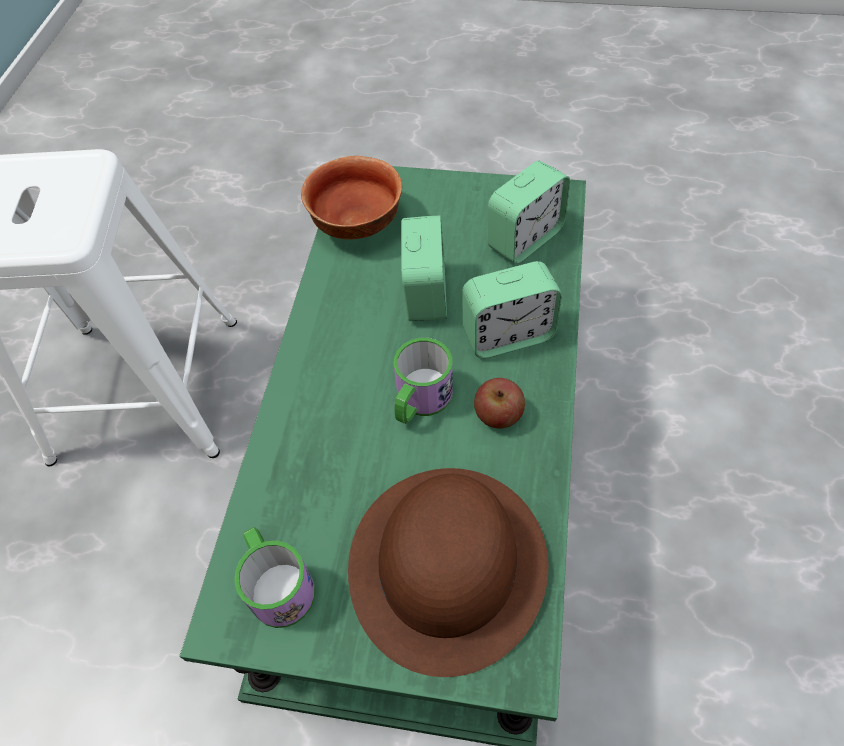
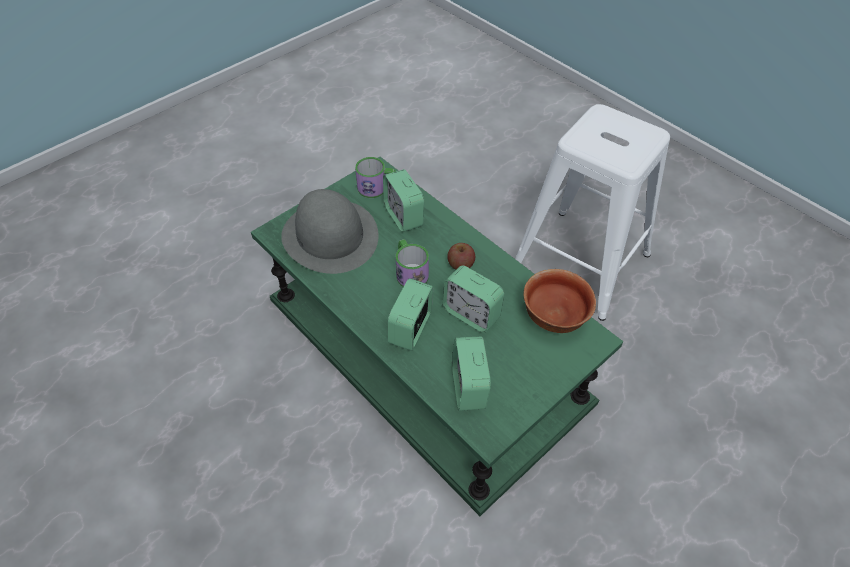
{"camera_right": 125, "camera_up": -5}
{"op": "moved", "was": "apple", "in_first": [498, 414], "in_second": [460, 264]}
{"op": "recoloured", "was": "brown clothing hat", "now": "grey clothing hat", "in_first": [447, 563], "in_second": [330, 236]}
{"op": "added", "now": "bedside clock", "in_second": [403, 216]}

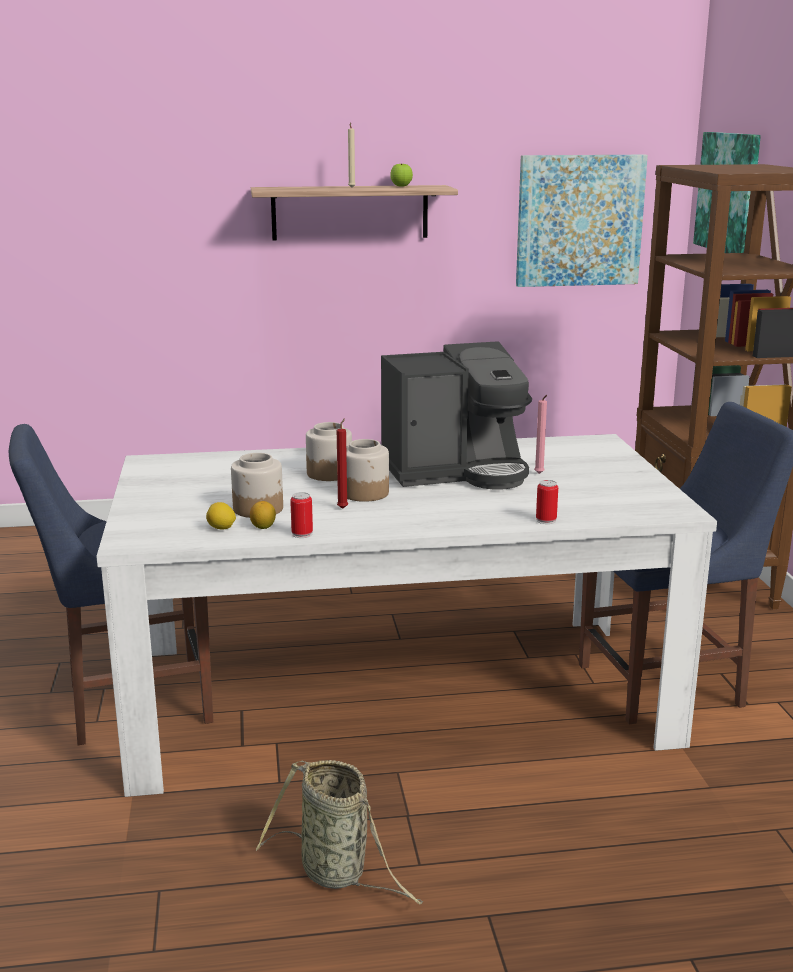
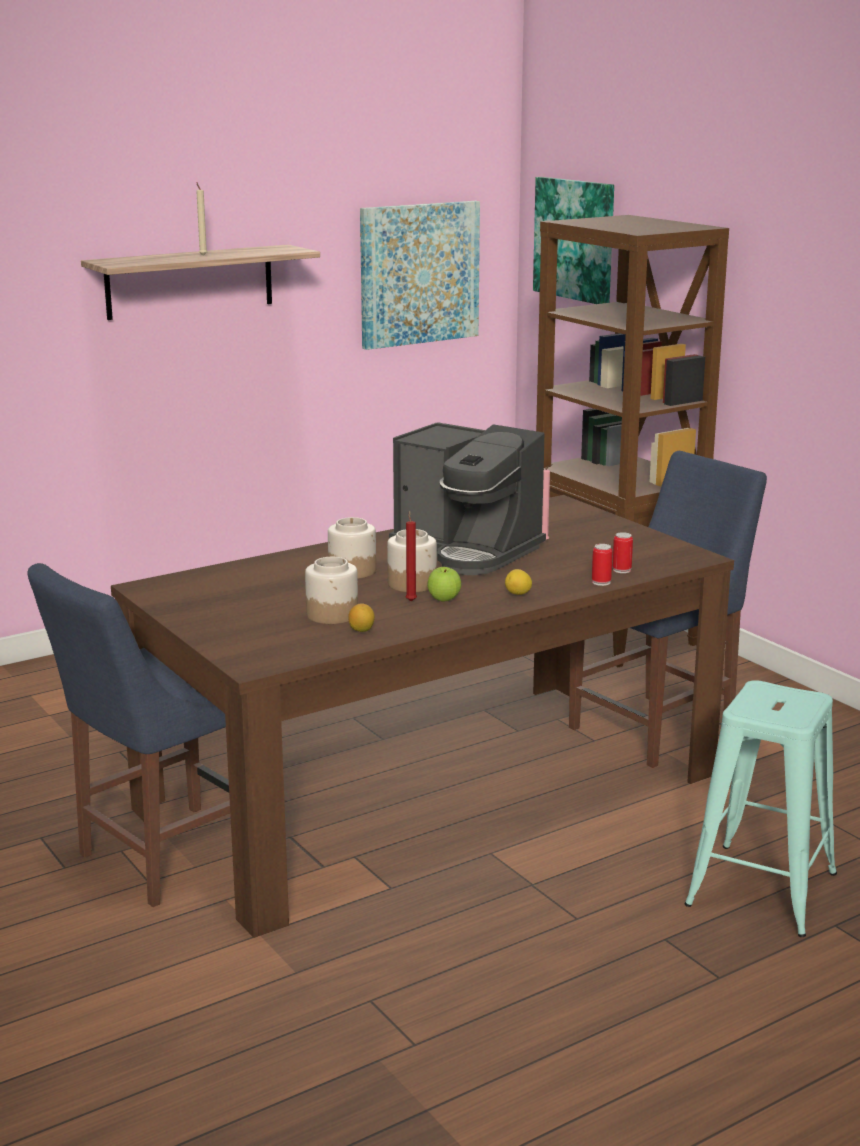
{"camera_right": -25, "camera_up": 0}
{"op": "moved", "was": "apple", "in_first": [401, 186], "in_second": [444, 599]}
{"op": "turned", "was": "coffee brewer", "in_first": [456, 471], "in_second": [467, 551], "clockwise": 75}
{"op": "recoloured", "was": "white-coloured kitchen table", "now": "brown kitchen table", "in_first": [396, 697], "in_second": [430, 791]}
{"op": "moved", "was": "metal can", "in_first": [302, 534], "in_second": [621, 570]}
{"op": "moved", "was": "lemon", "in_first": [221, 528], "in_second": [518, 594]}
{"op": "removed", "was": "basket", "in_first": [338, 873]}
{"op": "added", "now": "turquoise sitting stool", "in_second": [761, 889]}

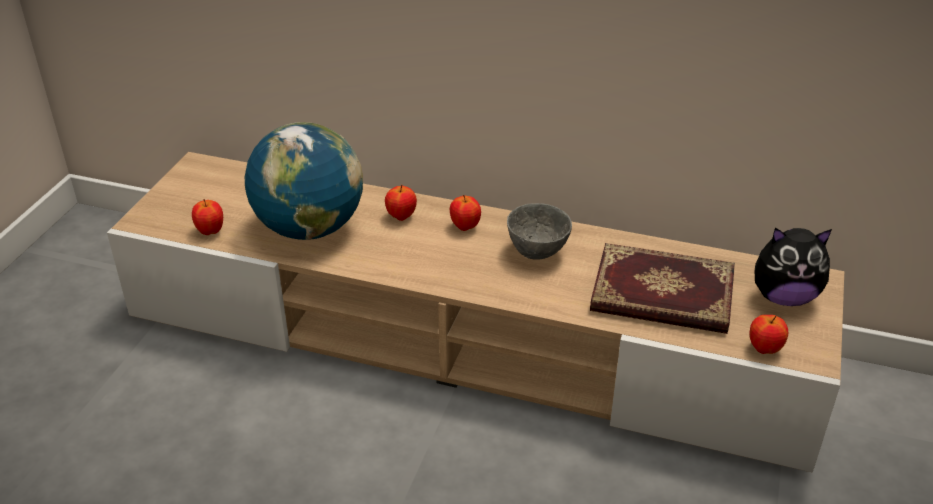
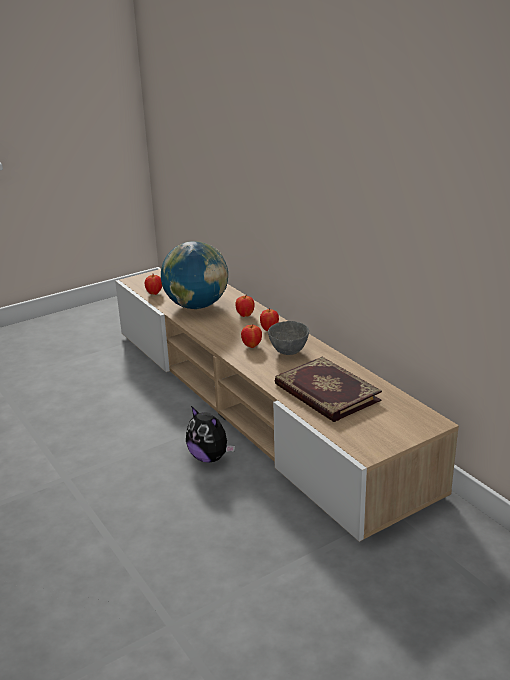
{"camera_right": 40, "camera_up": -10}
{"op": "moved", "was": "cuddly toy", "in_first": [783, 297], "in_second": [210, 457]}
{"op": "moved", "was": "apple", "in_first": [764, 349], "in_second": [251, 346]}

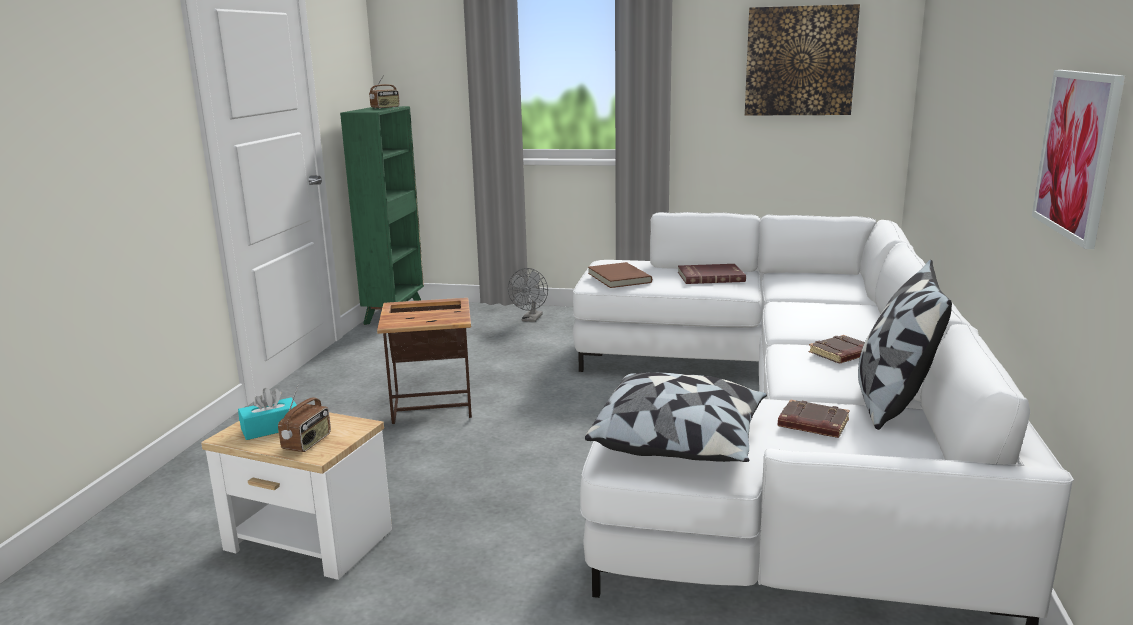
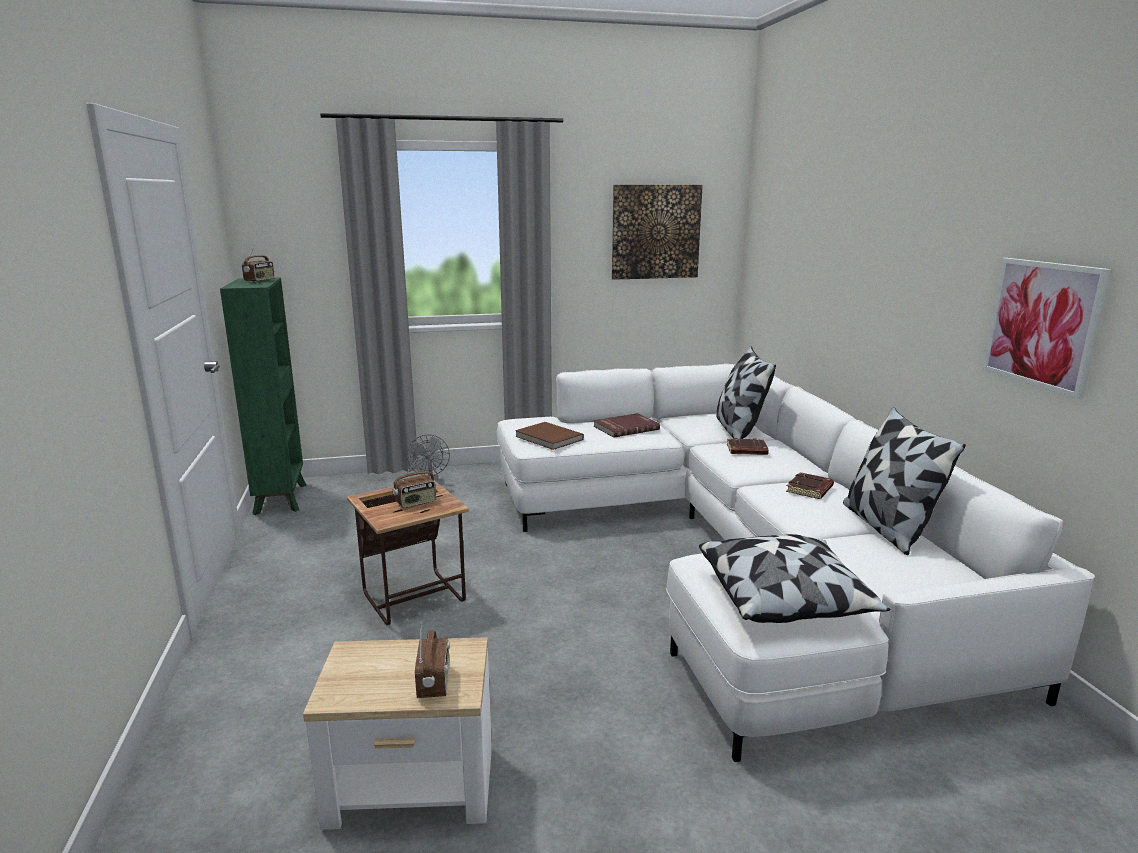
{"camera_right": -25, "camera_up": 0}
{"op": "removed", "was": "turquoise tissue box", "in_first": [271, 428]}
{"op": "moved", "was": "brown volume", "in_first": [812, 424], "in_second": [746, 450]}
{"op": "added", "now": "throw pillow", "in_second": [738, 430]}
{"op": "added", "now": "radio receiver", "in_second": [416, 503]}

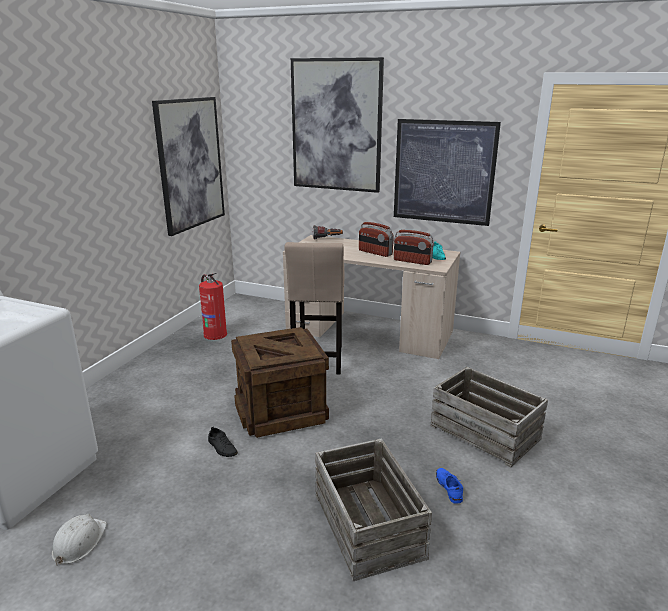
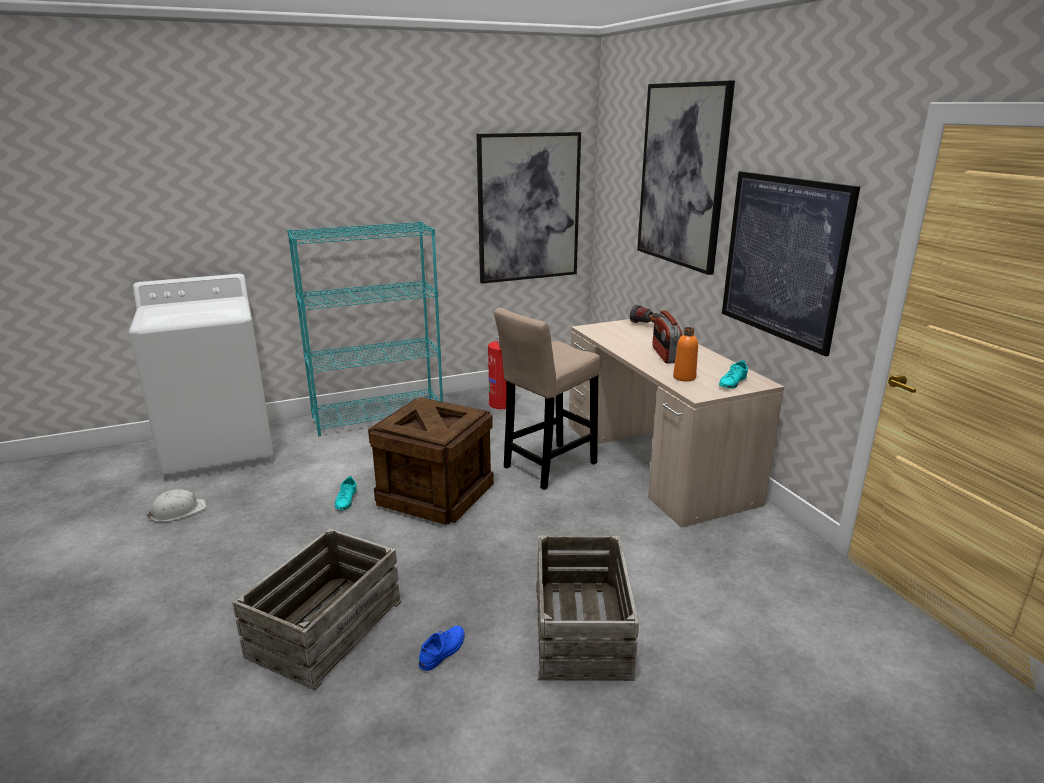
{"camera_right": 45, "camera_up": 0}
{"op": "replaced", "was": "radio receiver", "now": "orangey drink bottle", "in_first": [412, 261], "in_second": [684, 377]}
{"op": "recoloured", "was": "black-coloured item of footwear", "now": "turquoise item of footwear", "in_first": [222, 448], "in_second": [346, 500]}
{"op": "added", "now": "turquoise bookshelf", "in_second": [379, 416]}

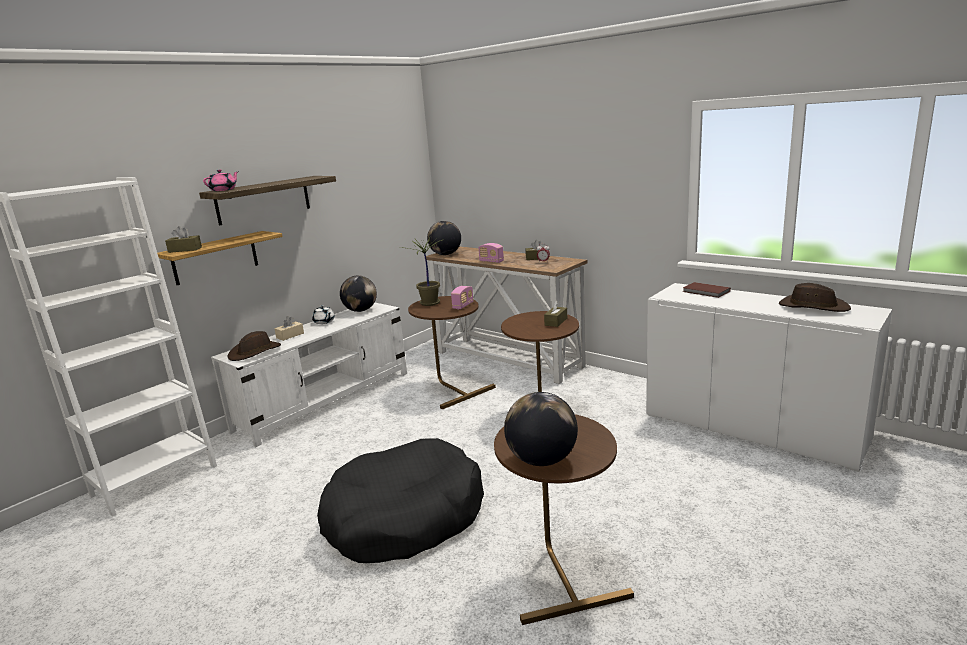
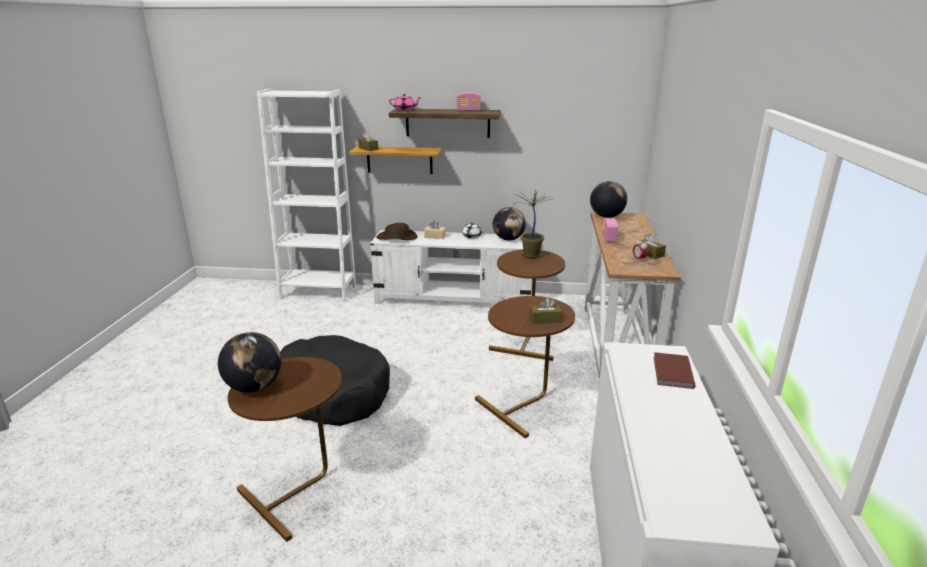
{"camera_right": 55, "camera_up": 5}
{"op": "removed", "was": "brown clothing hat", "in_first": [813, 307]}
{"op": "moved", "was": "radio receiver", "in_first": [463, 306], "in_second": [468, 110]}

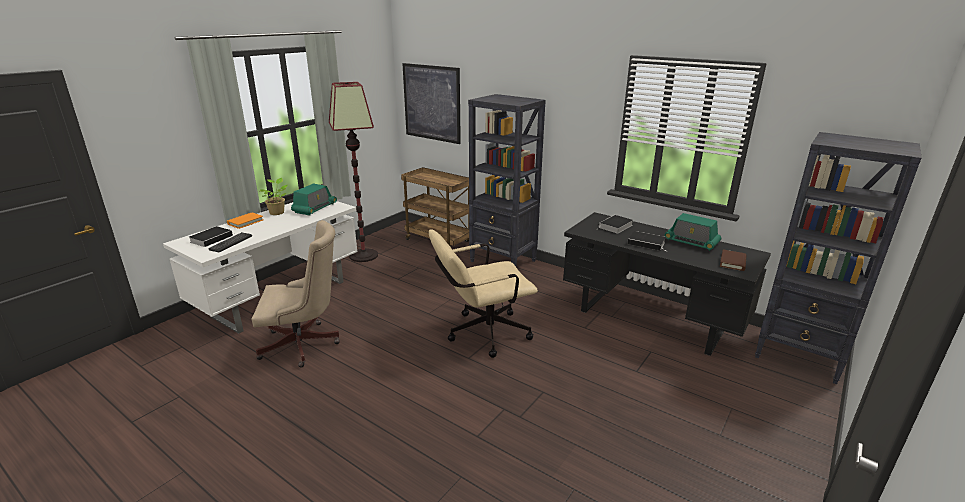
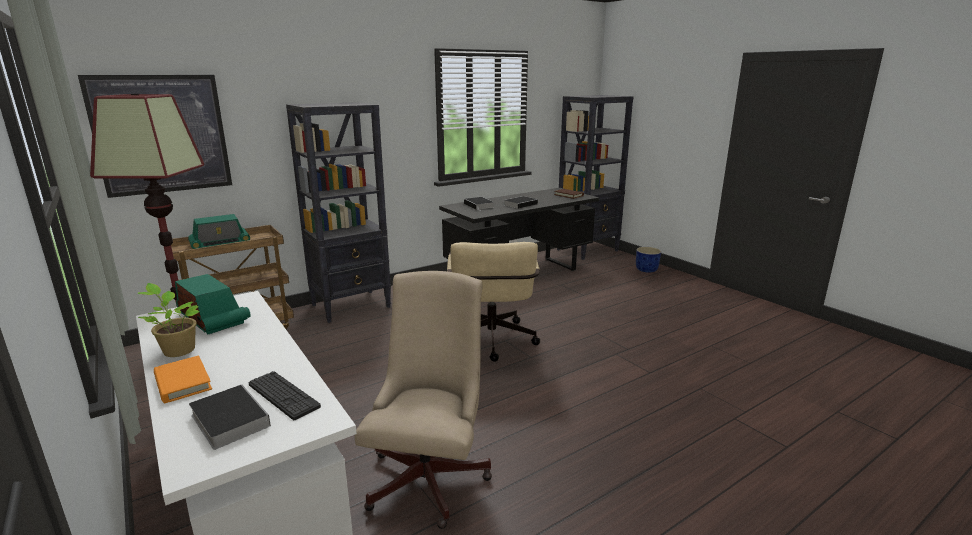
{"camera_right": -70, "camera_up": -5}
{"op": "moved", "was": "radio receiver", "in_first": [691, 242], "in_second": [220, 244]}
{"op": "added", "now": "blue flower pot", "in_second": [646, 270]}

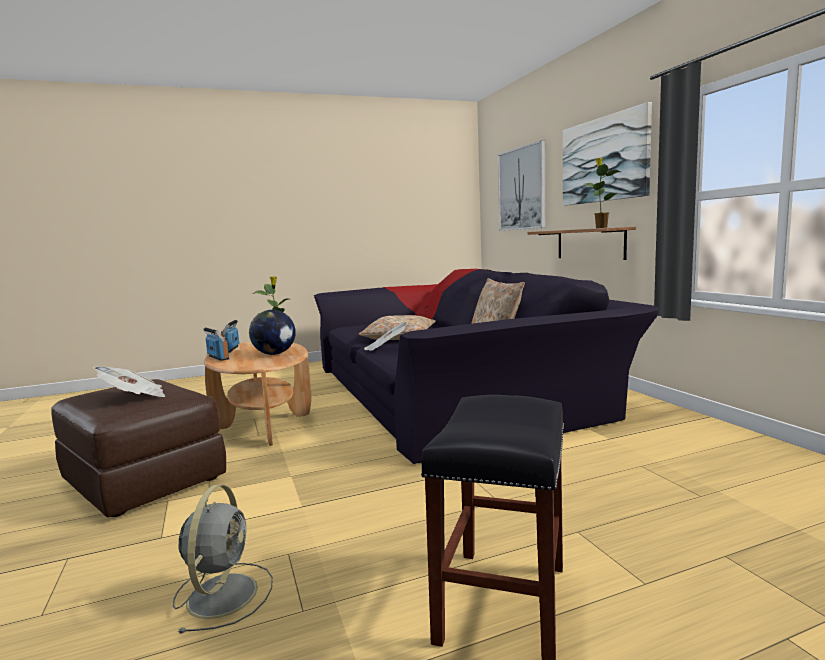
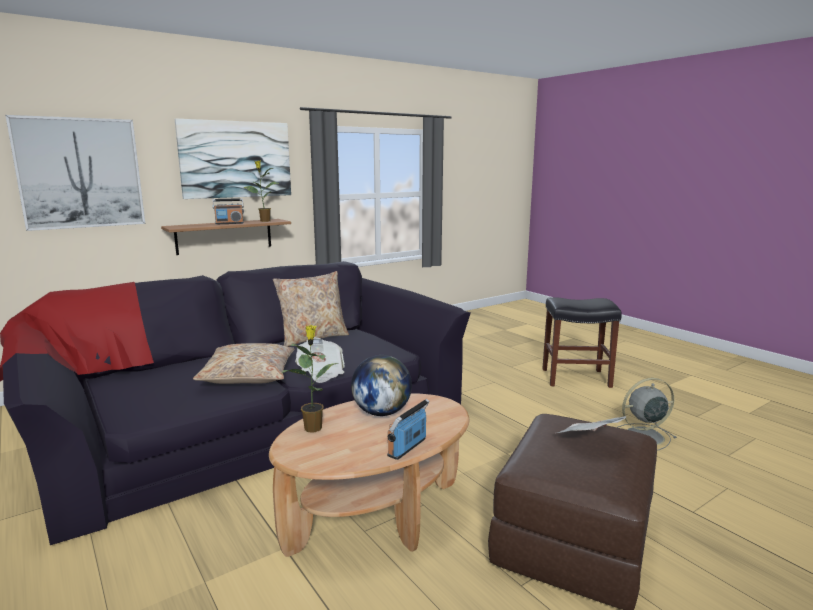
{"camera_right": -105, "camera_up": 5}
{"op": "moved", "was": "radio receiver", "in_first": [230, 349], "in_second": [229, 223]}

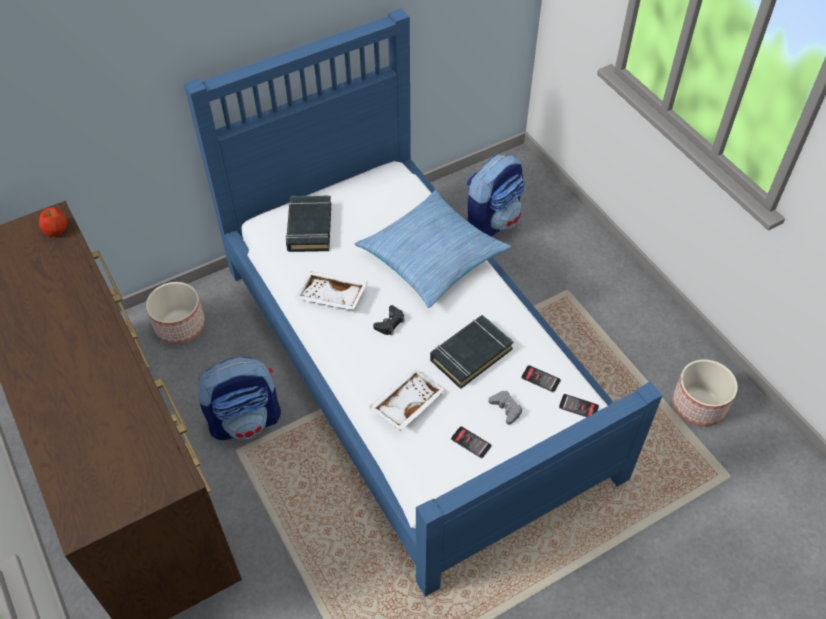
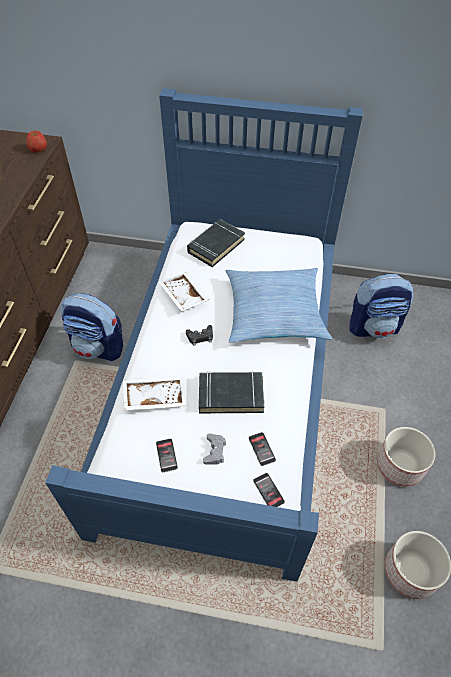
{"camera_right": 40, "camera_up": 0}
{"op": "moved", "was": "flower pot", "in_first": [180, 326], "in_second": [399, 466]}

